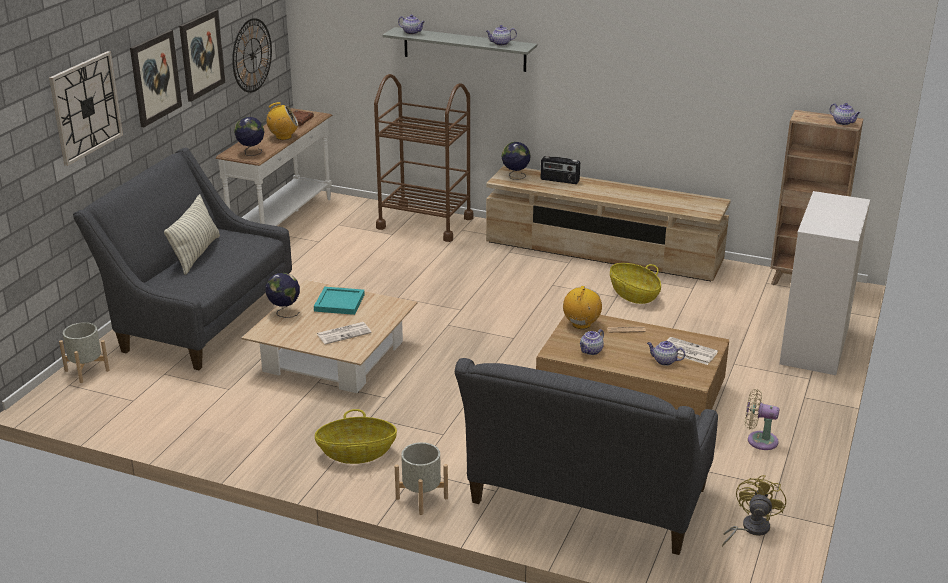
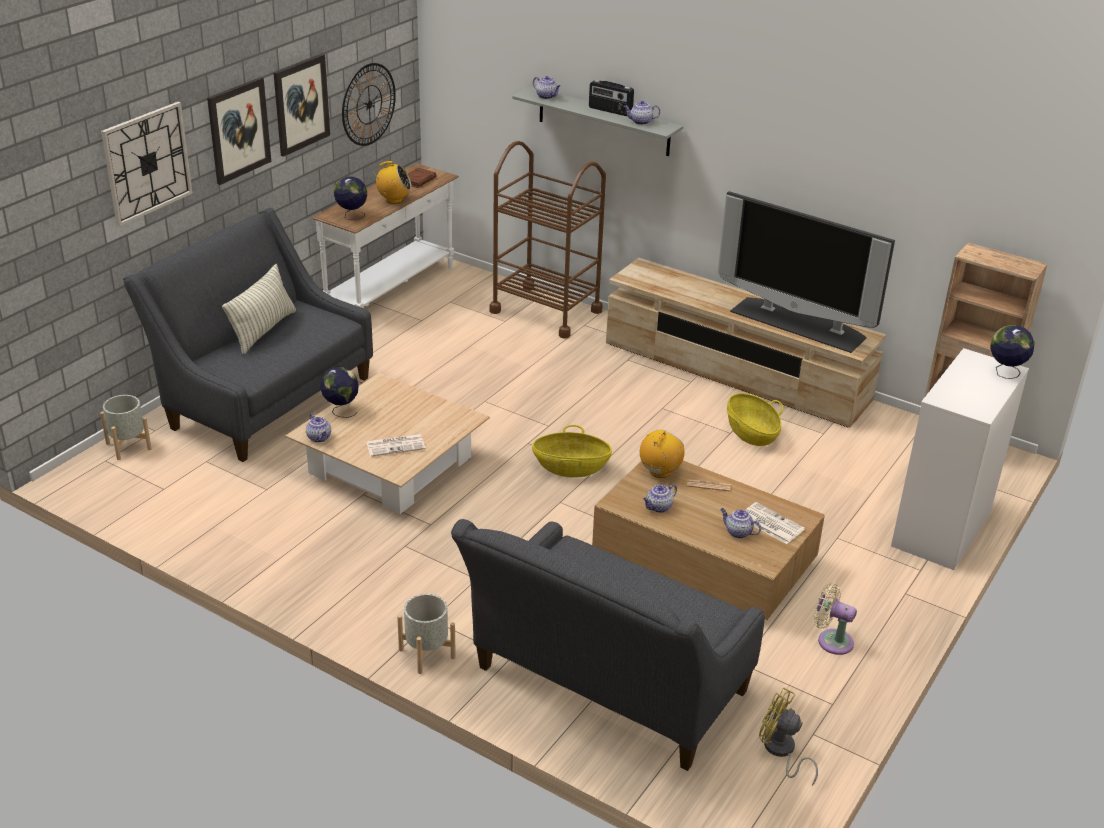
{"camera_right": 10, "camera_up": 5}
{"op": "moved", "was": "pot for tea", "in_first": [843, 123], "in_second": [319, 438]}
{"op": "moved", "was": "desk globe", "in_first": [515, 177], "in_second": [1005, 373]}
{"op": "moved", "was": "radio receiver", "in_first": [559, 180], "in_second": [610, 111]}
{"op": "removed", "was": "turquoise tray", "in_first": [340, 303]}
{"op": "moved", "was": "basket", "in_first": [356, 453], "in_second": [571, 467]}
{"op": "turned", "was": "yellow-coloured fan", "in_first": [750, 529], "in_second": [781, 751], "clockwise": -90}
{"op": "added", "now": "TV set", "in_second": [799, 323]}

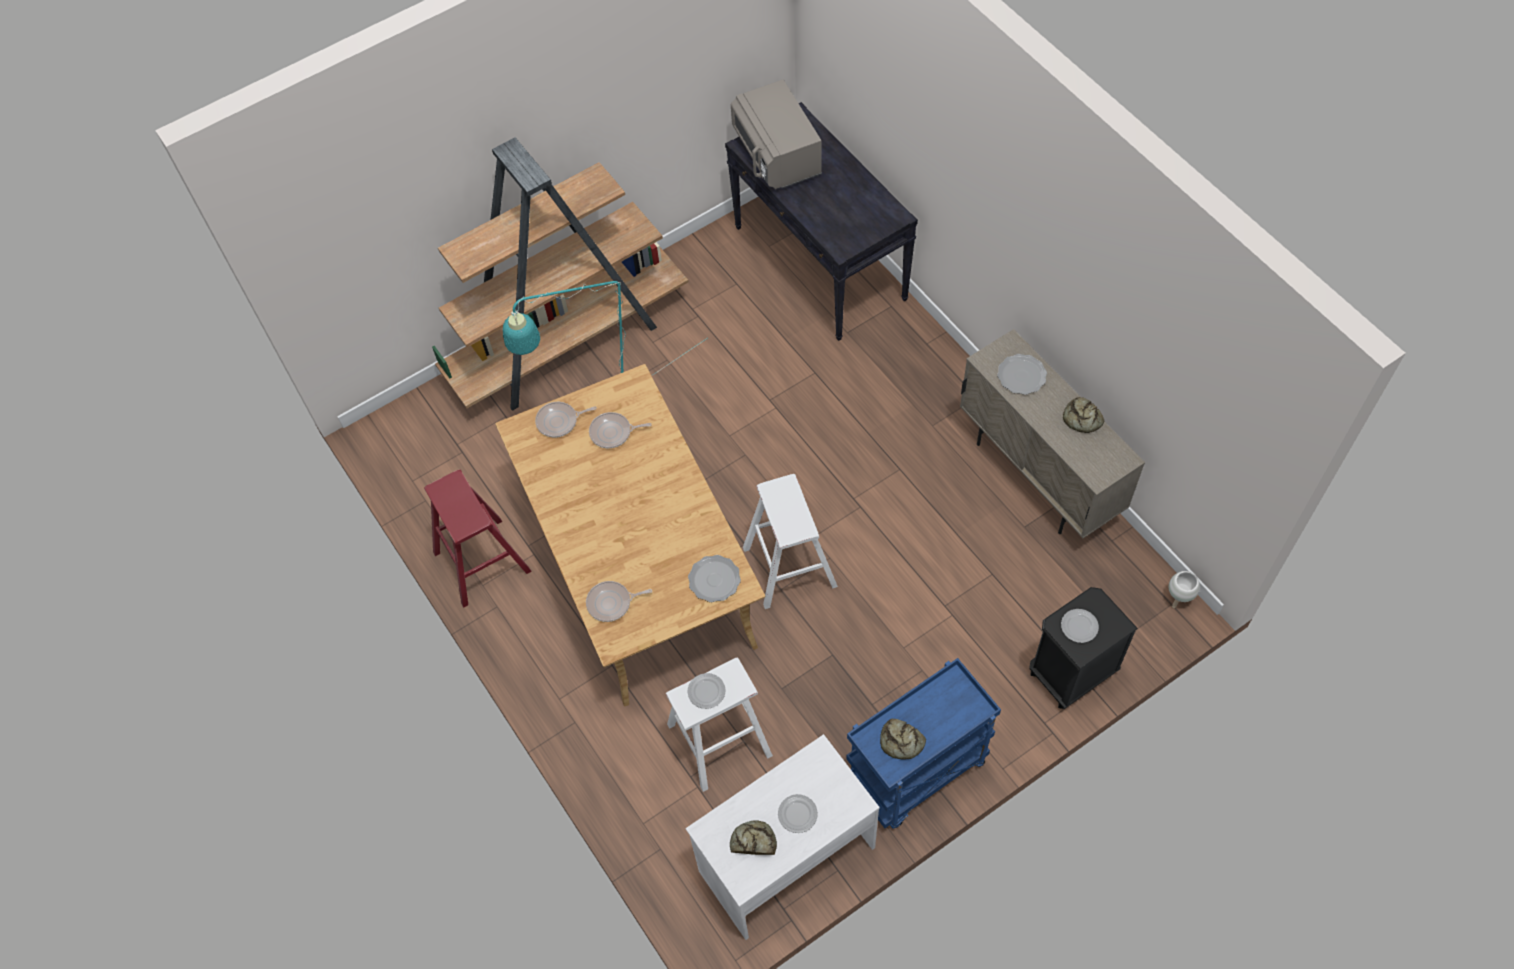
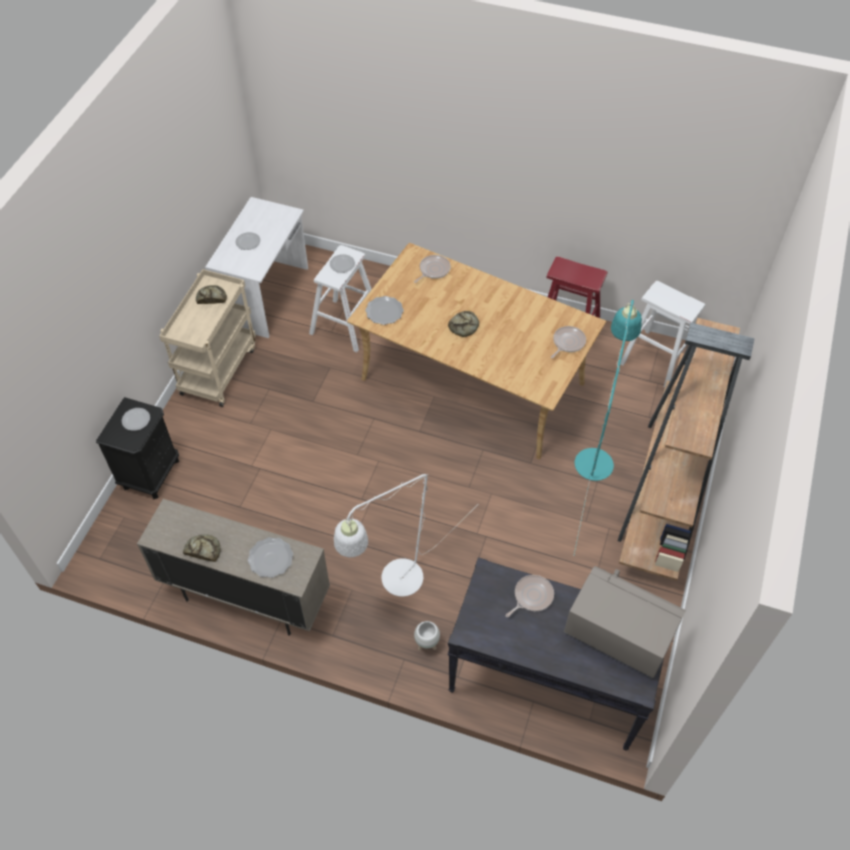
{"camera_right": 140, "camera_up": -5}
{"op": "moved", "was": "pan", "in_first": [613, 432], "in_second": [531, 596]}
{"op": "moved", "was": "white-coloured sitting stool", "in_first": [789, 567], "in_second": [656, 358]}
{"op": "moved", "was": "white-coloured flower pot", "in_first": [1178, 599], "in_second": [426, 644]}
{"op": "recoloured", "was": "blue trolley", "now": "beige trolley", "in_first": [916, 773], "in_second": [218, 369]}
{"op": "moved", "was": "bakery bread", "in_first": [753, 841], "in_second": [464, 326]}
{"op": "added", "now": "white-coloured floor lamp", "in_second": [394, 585]}

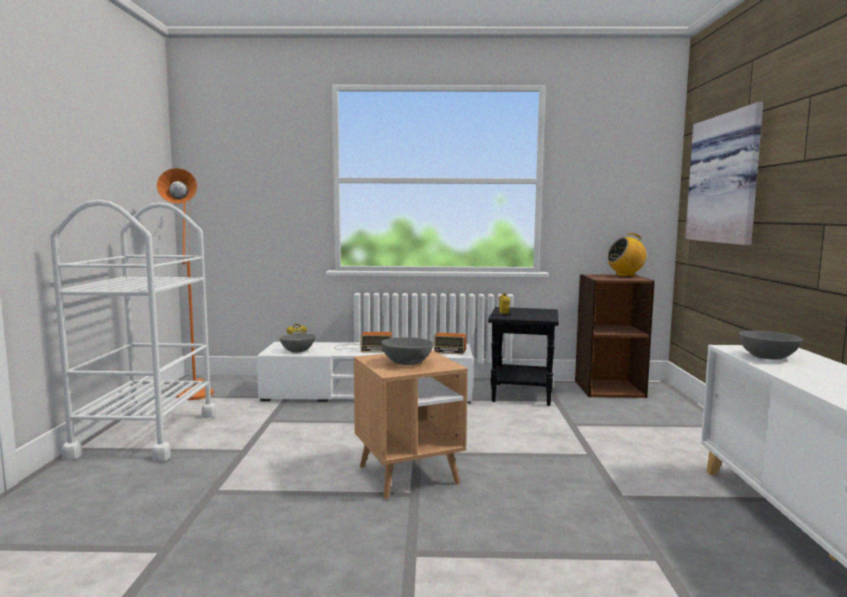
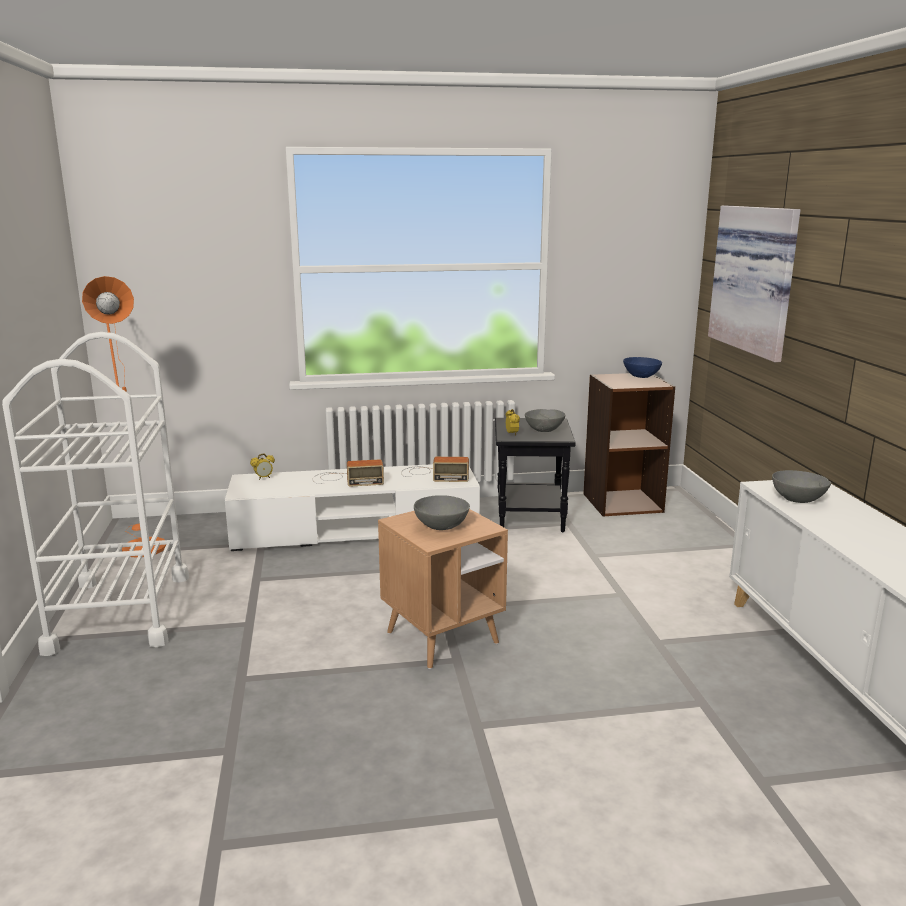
{"camera_right": -10, "camera_up": 10}
{"op": "replaced", "was": "radio receiver", "now": "blue bowl", "in_first": [625, 275], "in_second": [641, 376]}
{"op": "moved", "was": "grey bowl", "in_first": [298, 351], "in_second": [544, 430]}

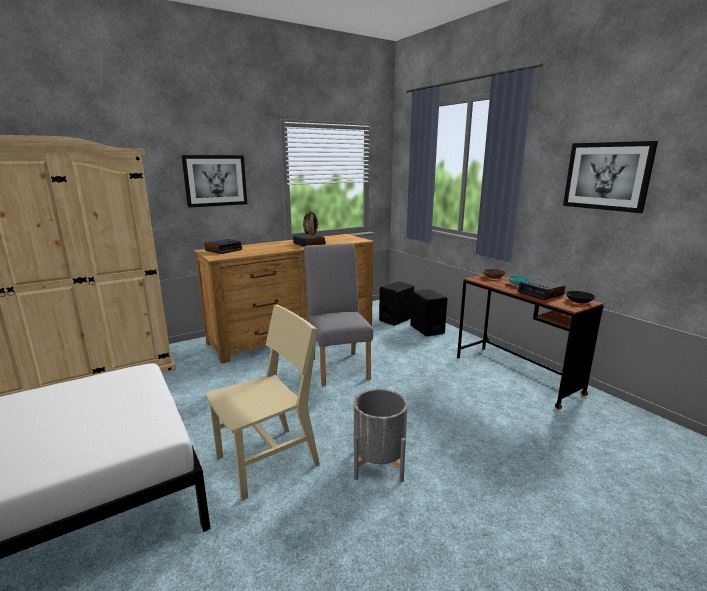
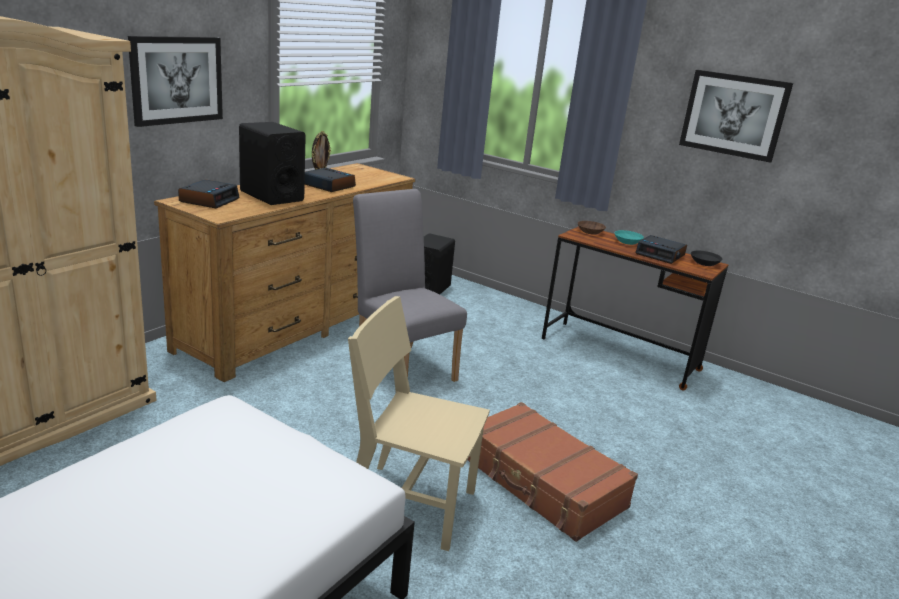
{"camera_right": -25, "camera_up": 5}
{"op": "moved", "was": "black-coloured loudspeaker", "in_first": [427, 329], "in_second": [271, 196]}
{"op": "turned", "was": "beige plain chair", "in_first": [267, 461], "in_second": [410, 505], "clockwise": -105}
{"op": "replaced", "was": "grey flower pot", "now": "brown piece of luggage", "in_first": [379, 464], "in_second": [542, 483]}

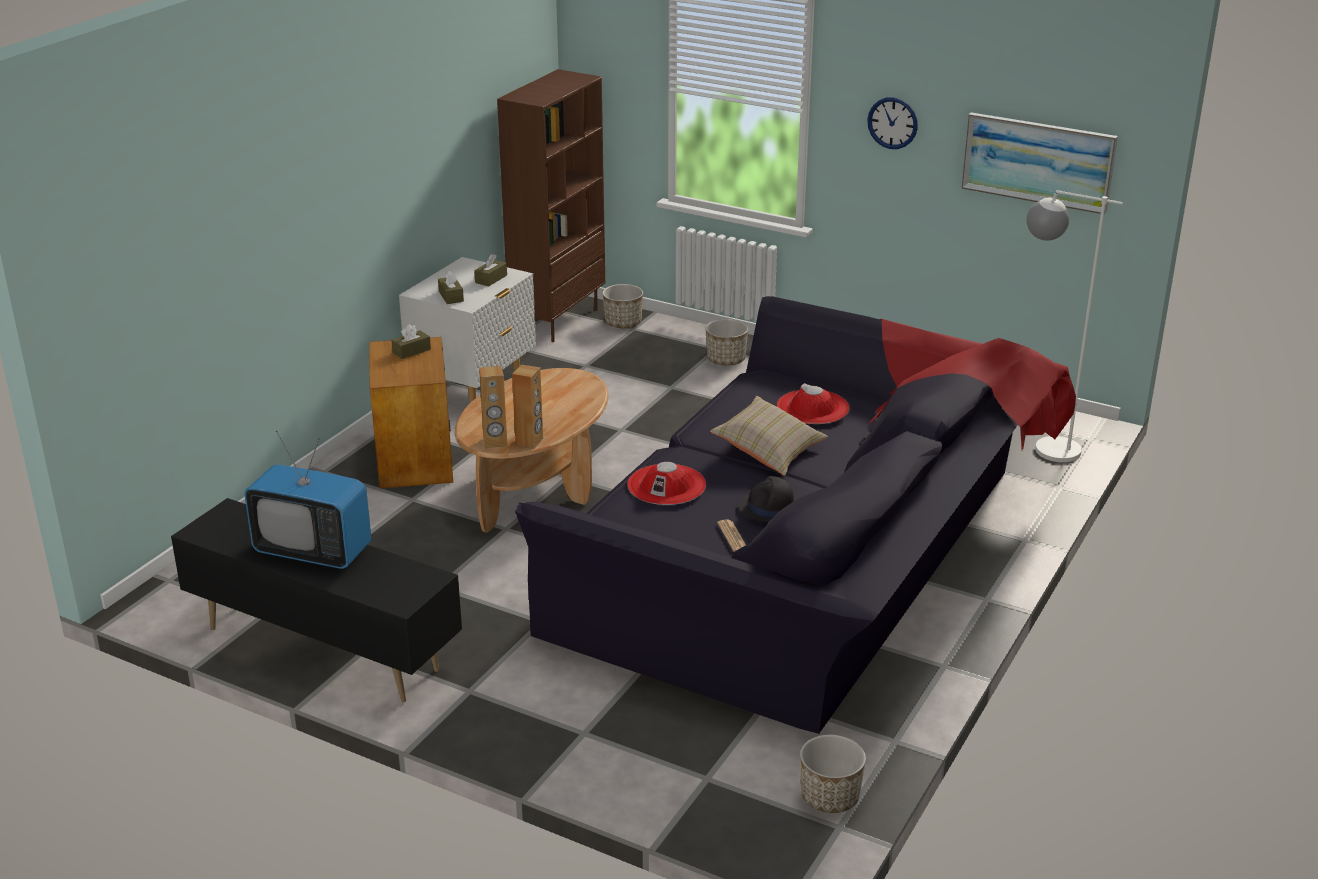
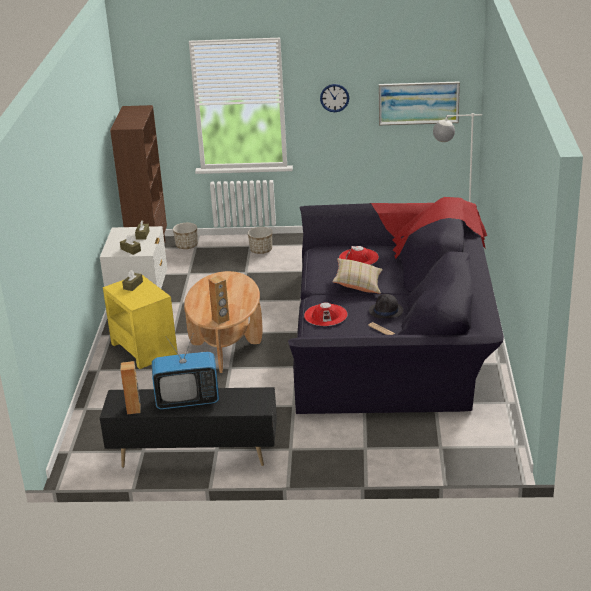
{"camera_right": -25, "camera_up": 0}
{"op": "recoloured", "was": "brown side table", "now": "yellow-coloured side table", "in_first": [415, 459], "in_second": [144, 348]}
{"op": "moved", "was": "brown loudspeaker", "in_first": [529, 442], "in_second": [134, 409]}
{"op": "removed", "was": "flower pot", "in_first": [829, 797]}

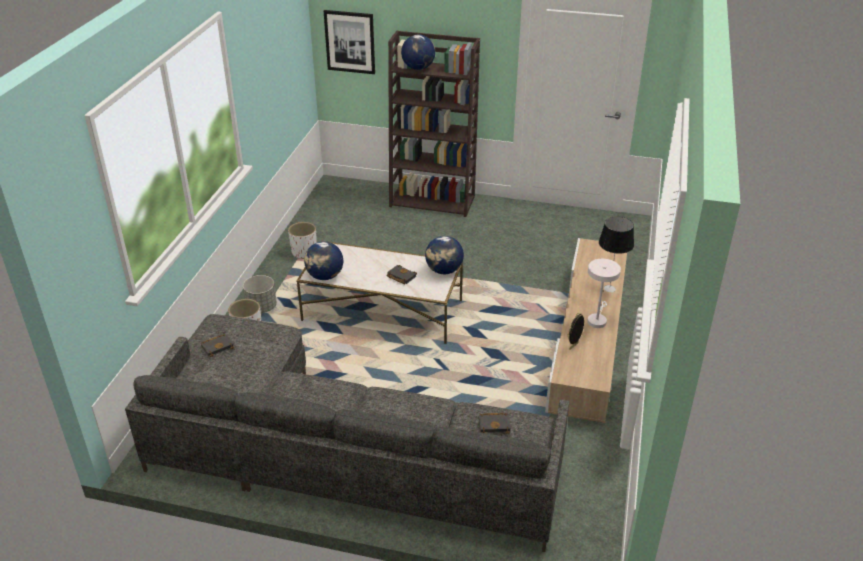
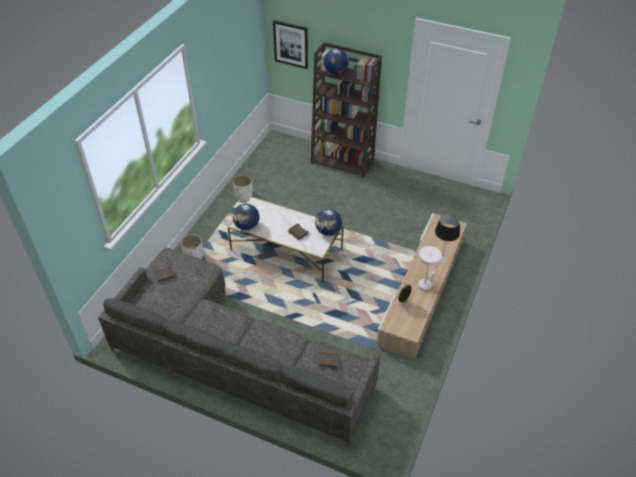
{"camera_right": 10, "camera_up": 10}
{"op": "removed", "was": "grey flower pot", "in_first": [261, 307]}

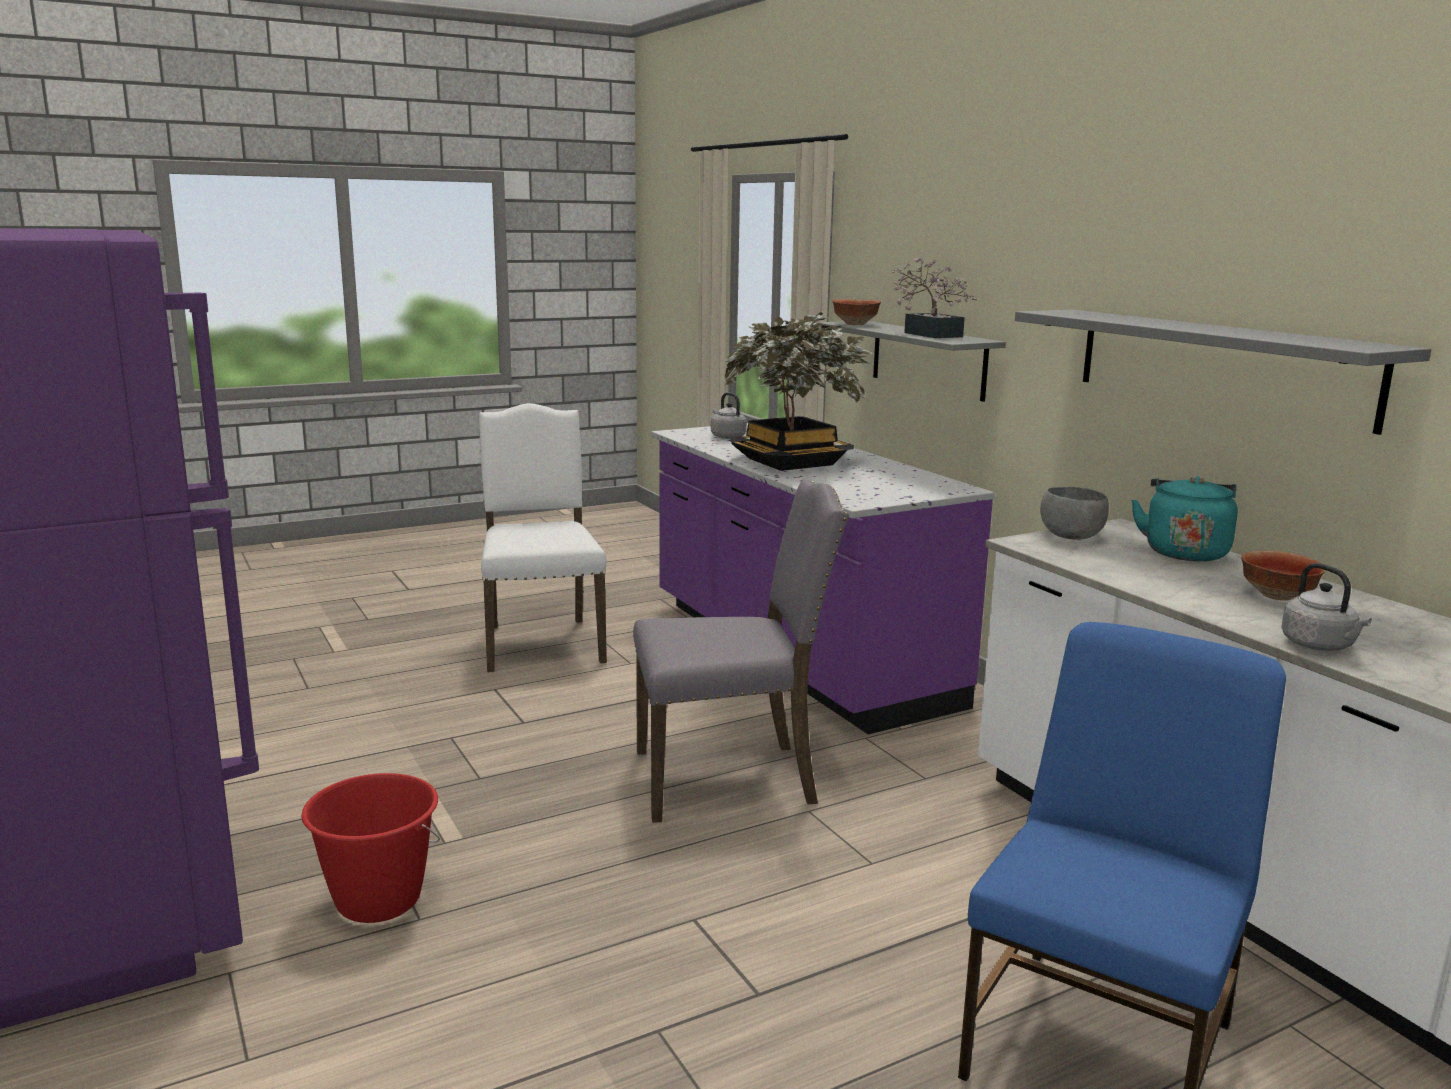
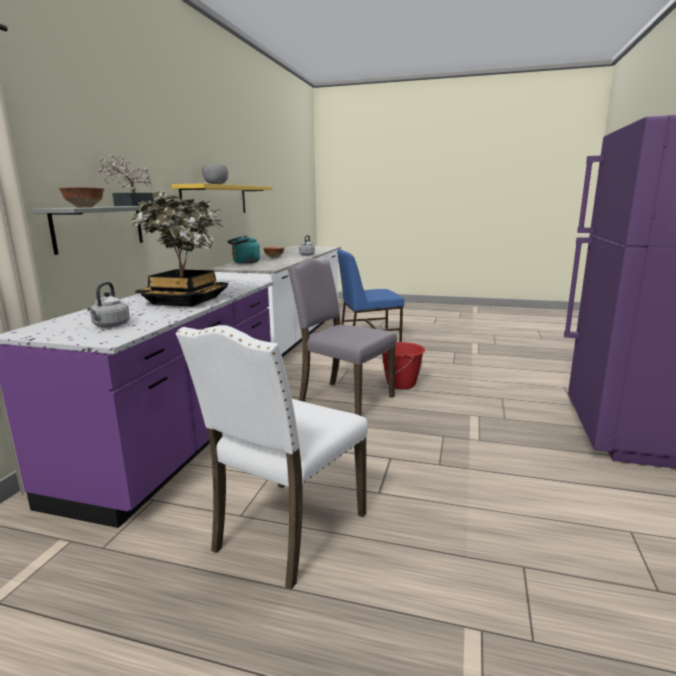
{"camera_right": -135, "camera_up": 0}
{"op": "recoloured", "was": "grey shelf", "now": "yellow-coloured shelf", "in_first": [1219, 365], "in_second": [215, 200]}
{"op": "moved", "was": "grey bowl", "in_first": [1071, 537], "in_second": [215, 184]}
{"op": "moved", "was": "red-coloured water bucket", "in_first": [378, 900], "in_second": [401, 384]}

